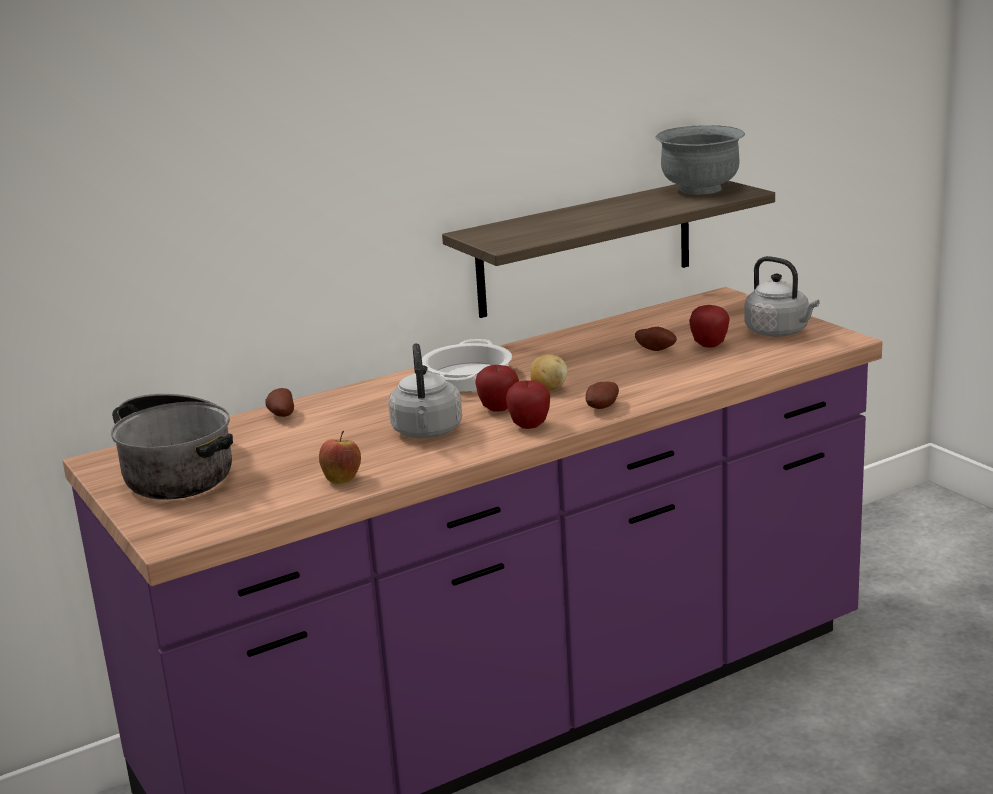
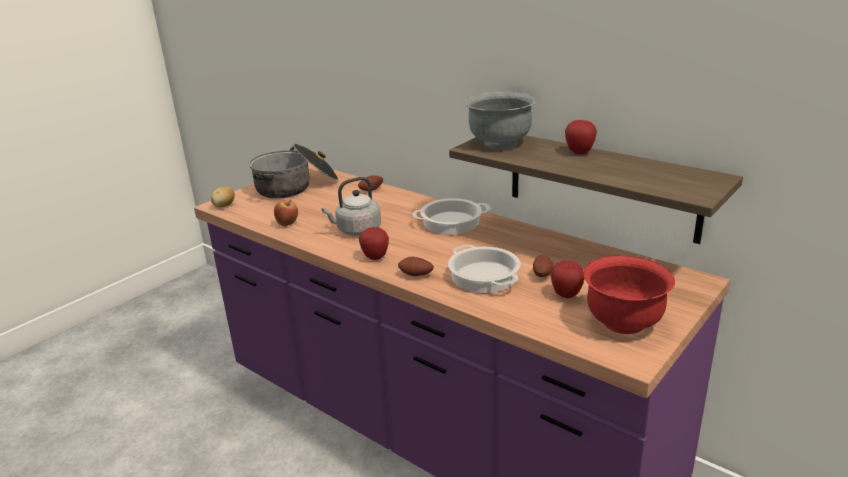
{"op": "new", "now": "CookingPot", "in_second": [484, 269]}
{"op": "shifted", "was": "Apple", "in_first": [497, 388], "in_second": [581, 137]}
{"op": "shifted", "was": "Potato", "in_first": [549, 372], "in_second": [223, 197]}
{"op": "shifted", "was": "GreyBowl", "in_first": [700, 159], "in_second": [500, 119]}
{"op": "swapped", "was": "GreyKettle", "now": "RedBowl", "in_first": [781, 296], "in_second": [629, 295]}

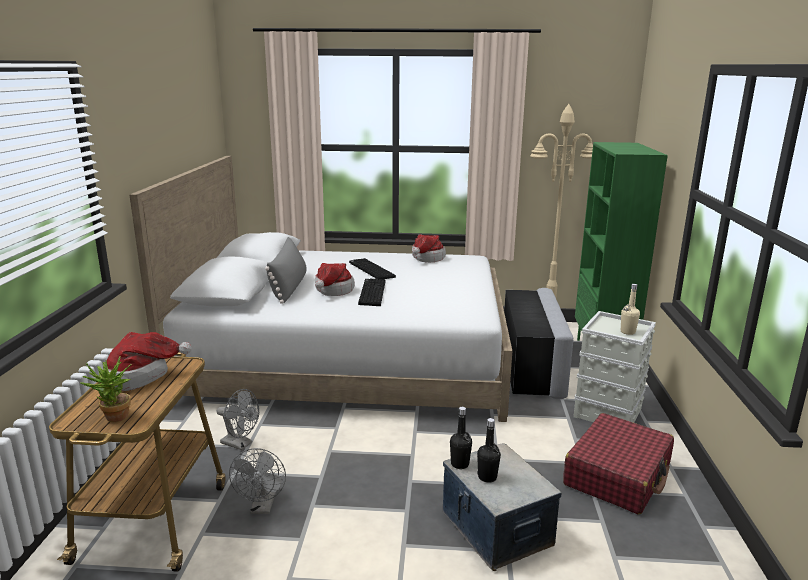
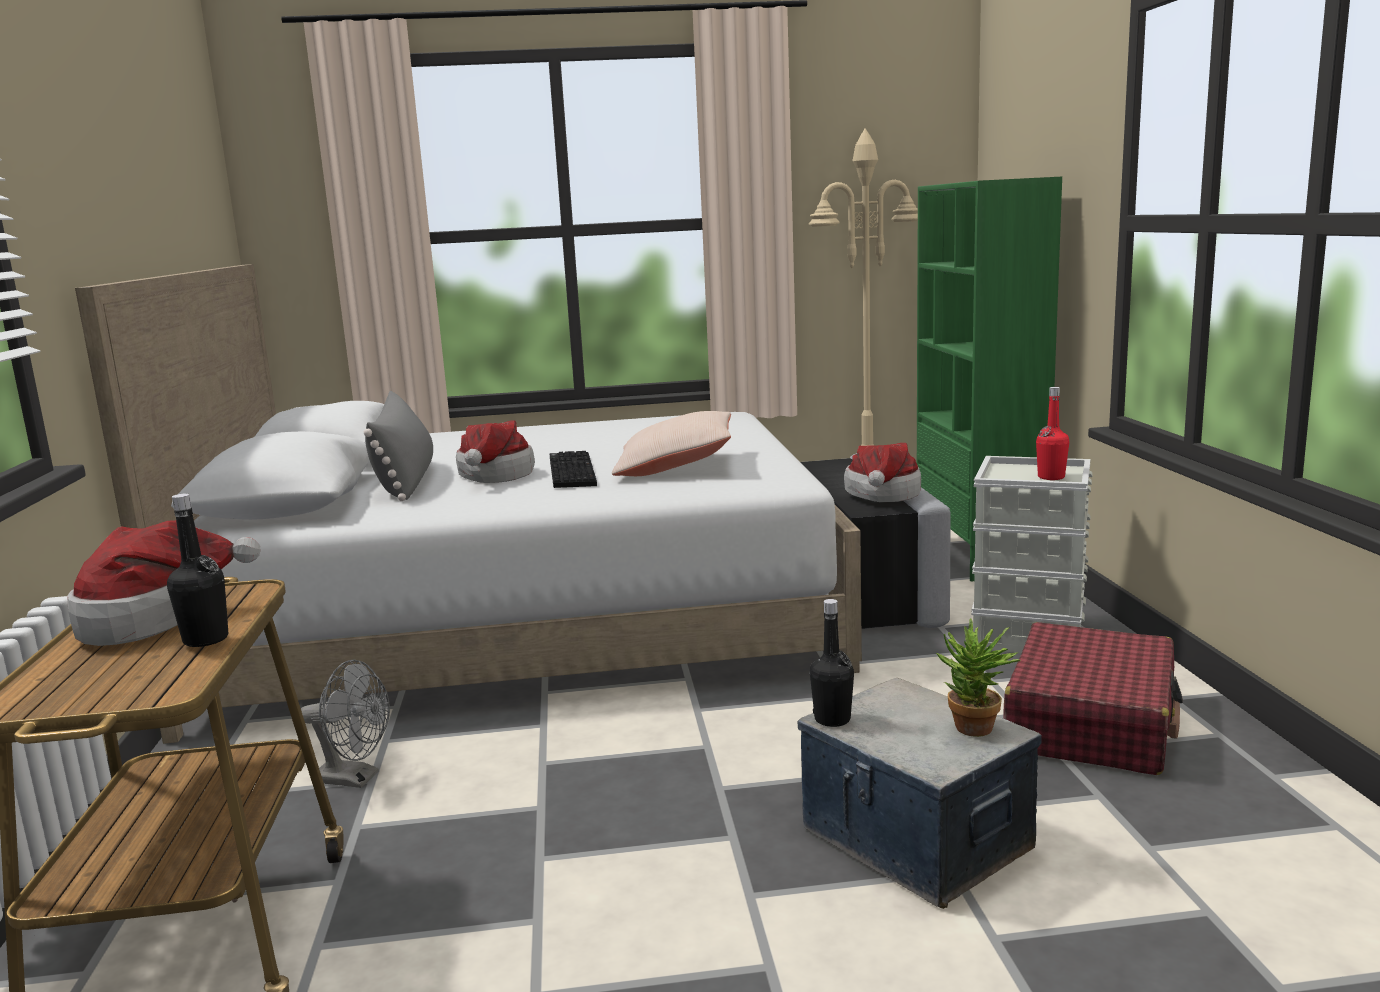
{"op": "gone", "was": "GreyFan", "in_first": [257, 481]}
{"op": "gone", "was": "Keyboard", "in_first": [372, 268]}
{"op": "new", "now": "BeigePillow", "in_second": [671, 443]}
{"op": "shifted", "was": "PottedPlant", "in_first": [106, 389], "in_second": [978, 677]}
{"op": "shifted", "was": "Hat", "in_first": [429, 248], "in_second": [882, 472]}
{"op": "shifted", "was": "BlackBottle", "in_first": [489, 450], "in_second": [197, 570]}
{"op": "repainted", "was": "BeigeBottle", "now": "RedBottle", "in_first": [630, 309], "in_second": [1052, 433]}

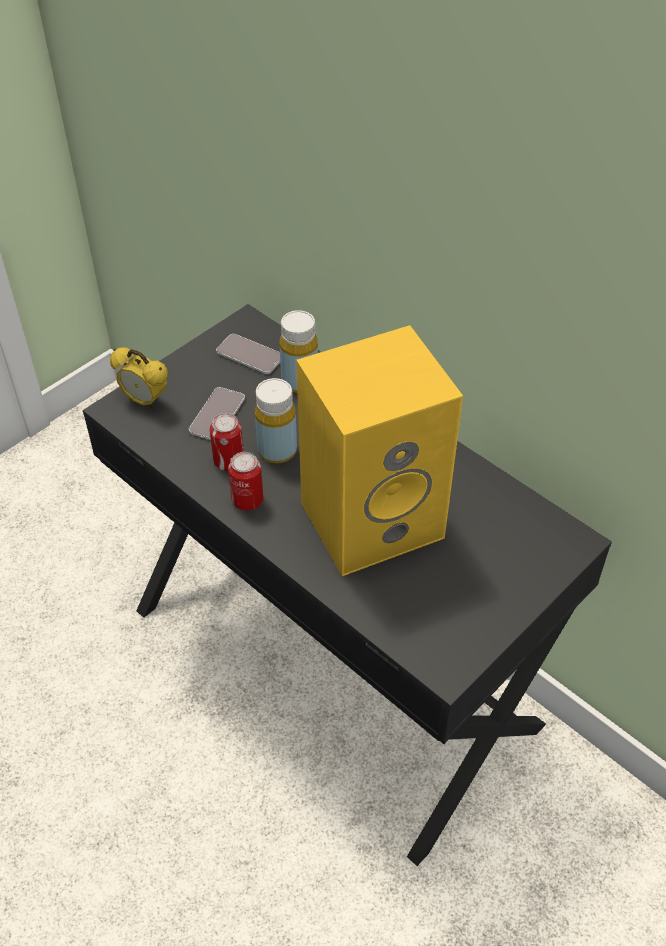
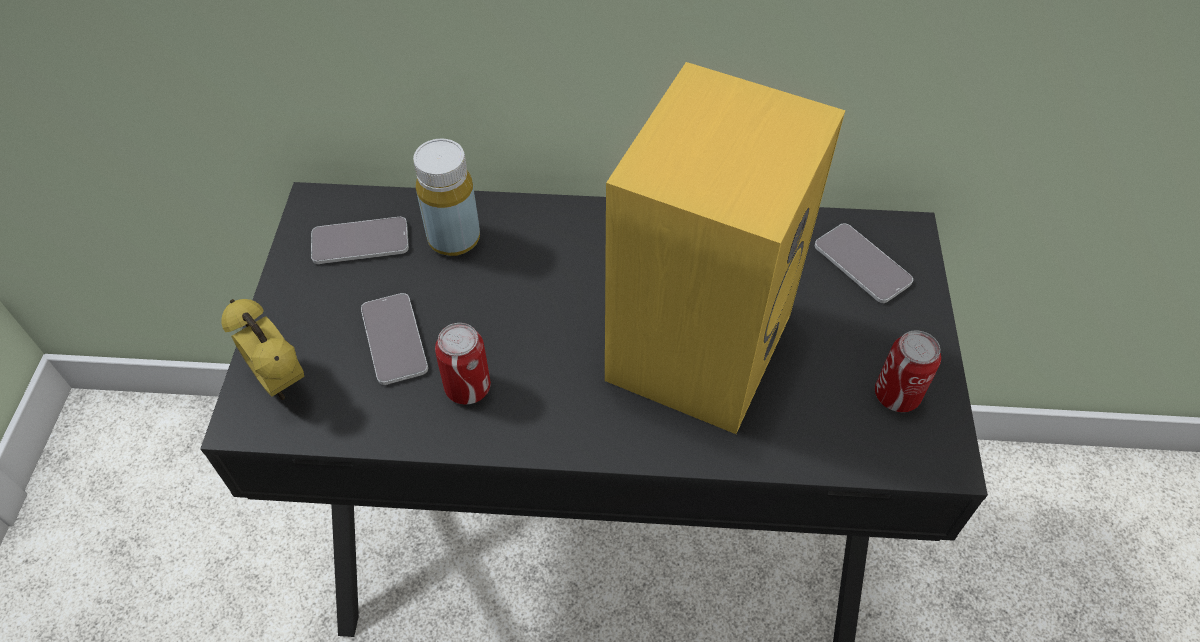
{"op": "gone", "was": "YellowBottle", "in_first": [276, 420]}
{"op": "new", "now": "Phone", "in_second": [864, 263]}
{"op": "shifted", "was": "Can", "in_first": [246, 481], "in_second": [908, 371]}
{"op": "rotated", "was": "AlarmClock", "in_first": [139, 378], "in_second": [262, 349], "clockwise": 60}

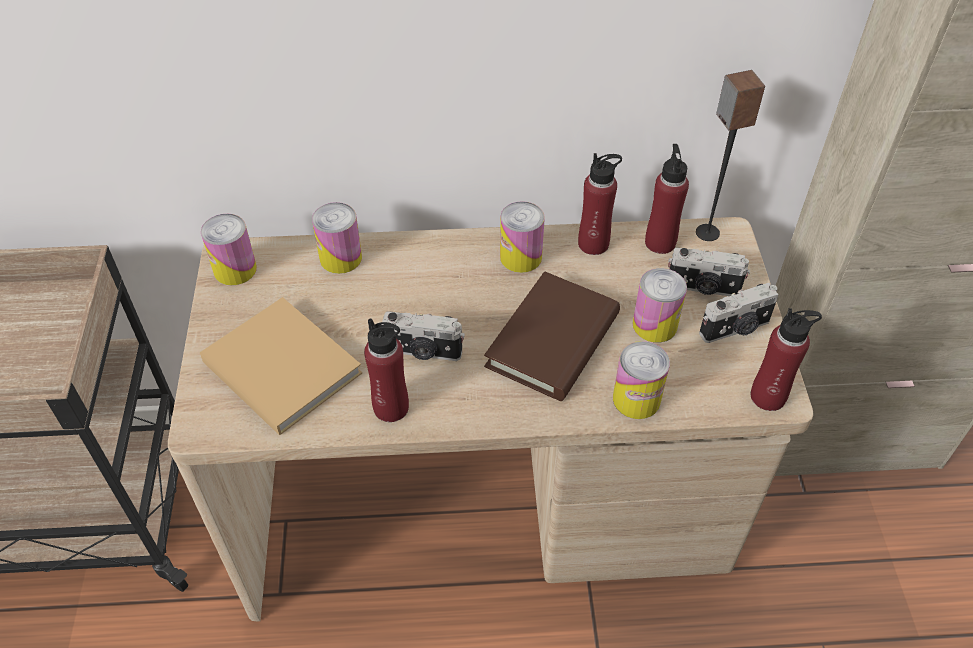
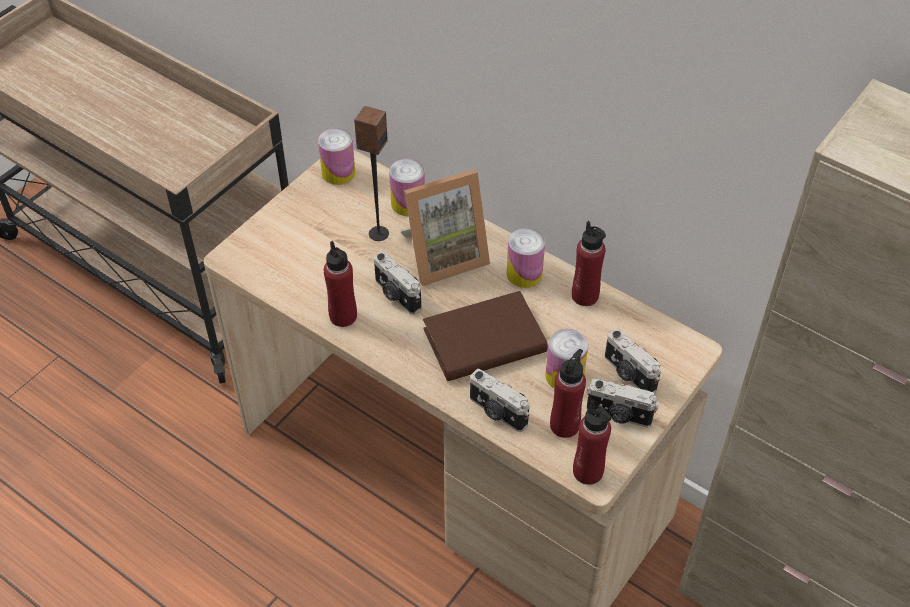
{"op": "gone", "was": "BeigeBook", "in_first": [281, 366]}
{"op": "new", "now": "PictureFrame", "in_second": [445, 227]}
{"op": "shifted", "was": "RedBottle", "in_first": [667, 199], "in_second": [568, 393]}
{"op": "shifted", "was": "Speaker", "in_first": [730, 155], "in_second": [371, 173]}
{"op": "swapped", "was": "Can", "now": "PhotoCamera", "in_first": [641, 380], "in_second": [500, 400]}

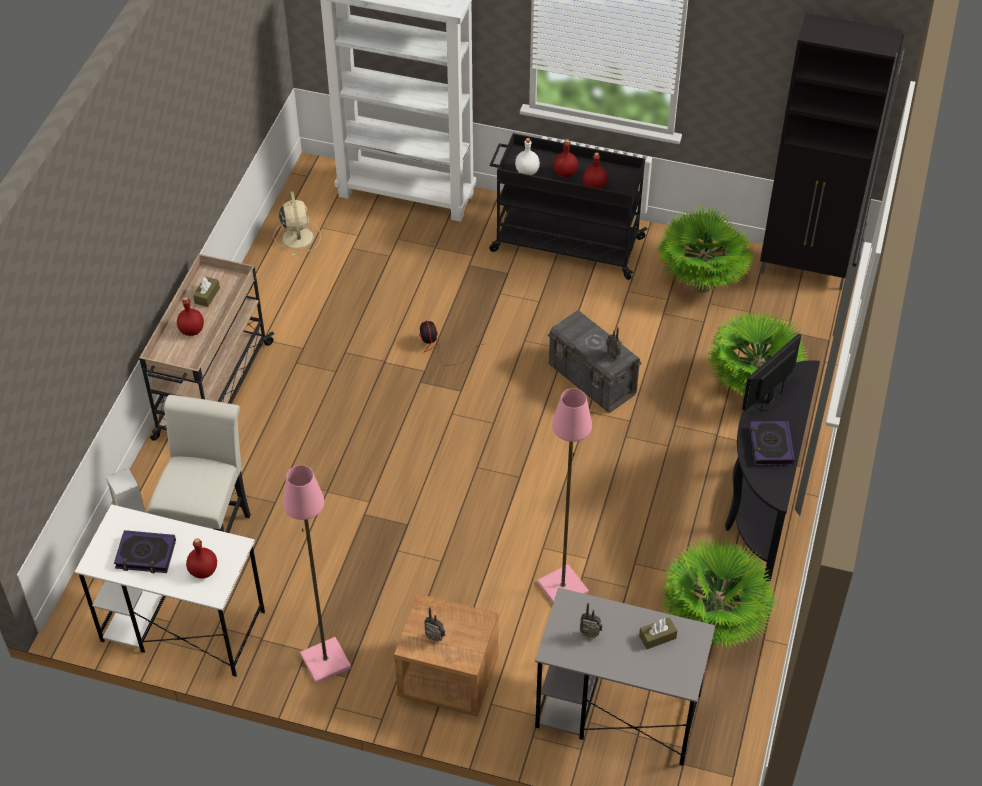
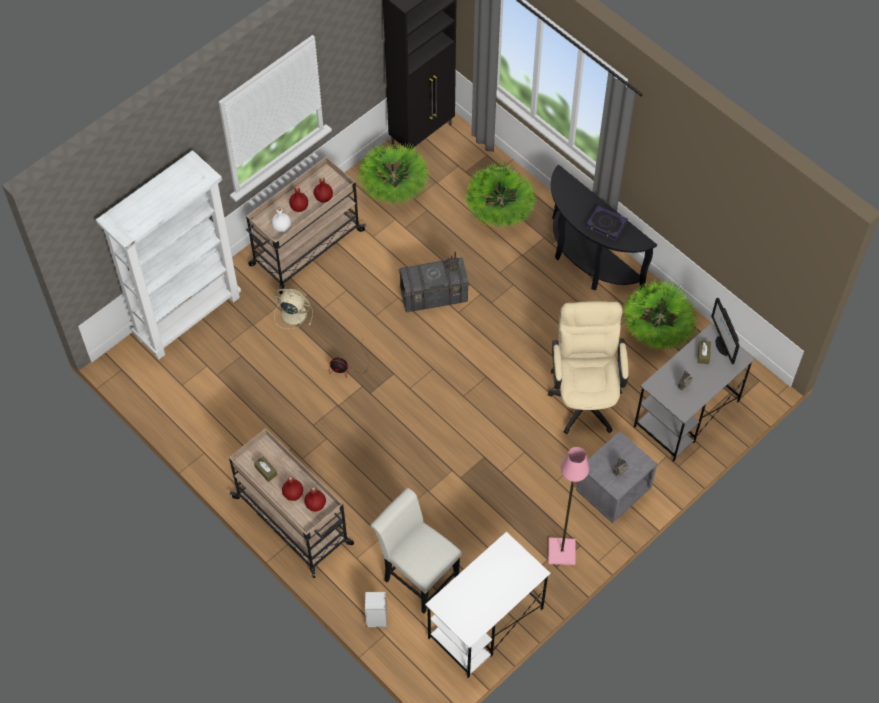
{"op": "gone", "was": "Book", "in_first": [145, 551]}
{"op": "shifted", "was": "RedBottle", "in_first": [201, 558], "in_second": [315, 499]}
{"op": "shifted", "was": "BeigeFan", "in_first": [297, 223], "in_second": [293, 309]}
{"op": "shifted", "was": "Monitor", "in_first": [771, 372], "in_second": [725, 331]}
{"op": "swapped", "was": "PinkFloorLamp", "now": "BeigeOfficeChair", "in_first": [564, 495], "in_second": [588, 367]}
{"op": "repainted", "was": "BrownNightstand", "now": "GreyNightstand", "in_first": [446, 655], "in_second": [616, 477]}
{"op": "repainted", "was": "BlackCart", "now": "BeigeCart", "in_first": [568, 206], "in_second": [306, 225]}

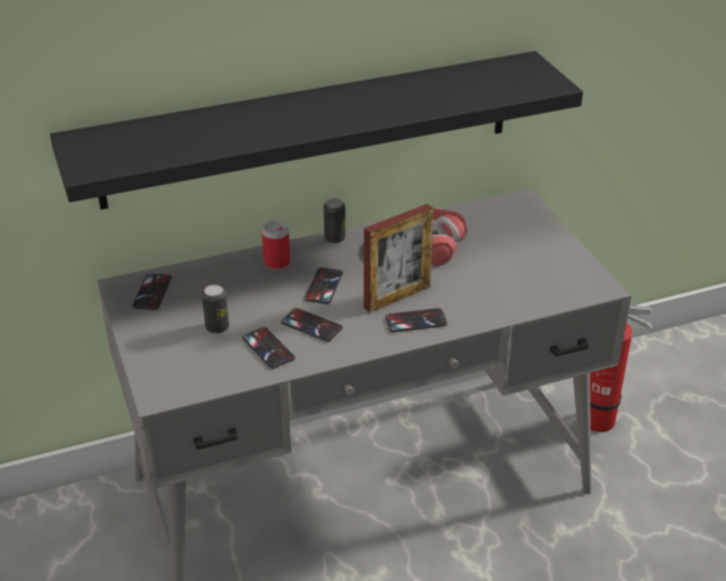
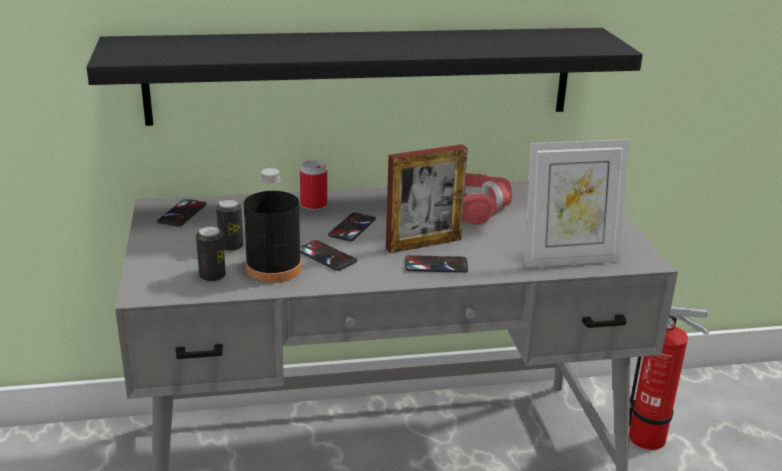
{"op": "new", "now": "PictureFrame", "in_second": [577, 203]}
{"op": "shifted", "was": "Can", "in_first": [334, 220], "in_second": [211, 254]}
{"op": "swapped", "was": "Phone", "now": "BlackBottle", "in_first": [268, 348], "in_second": [273, 225]}

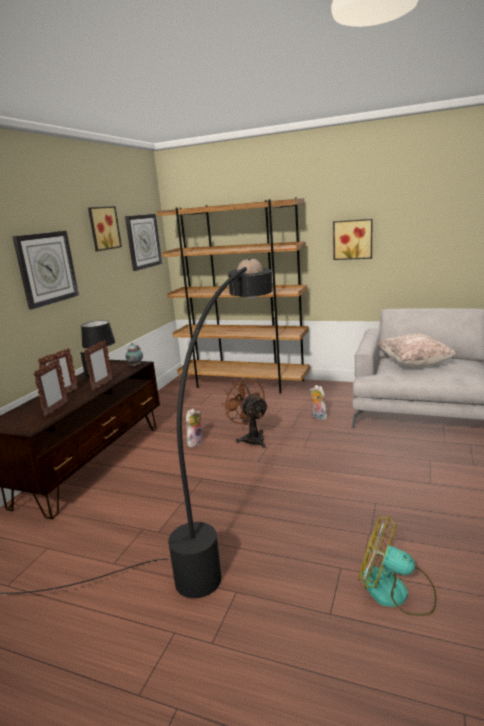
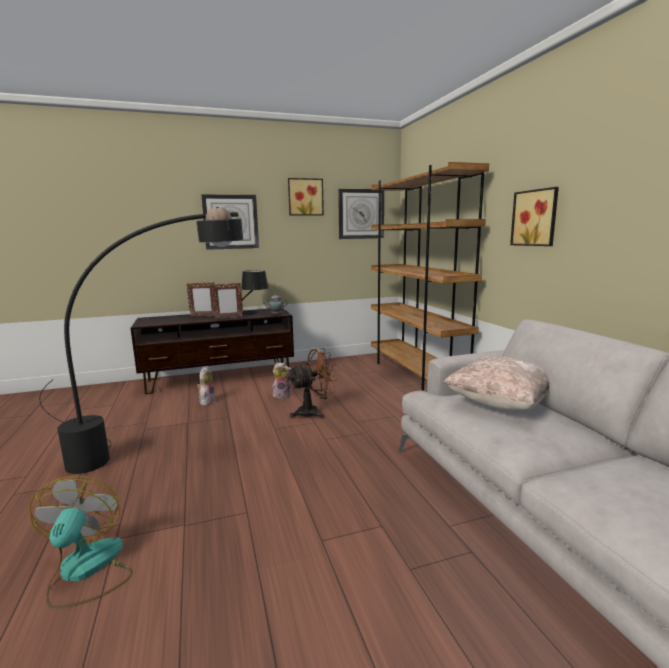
{"op": "gone", "was": "PictureFrame", "in_first": [50, 387]}
{"op": "shifted", "was": "PlushToy", "in_first": [318, 402], "in_second": [206, 386]}
{"op": "rotated", "was": "BrownFan", "in_first": [244, 412], "in_second": [313, 383], "clockwise": 45}

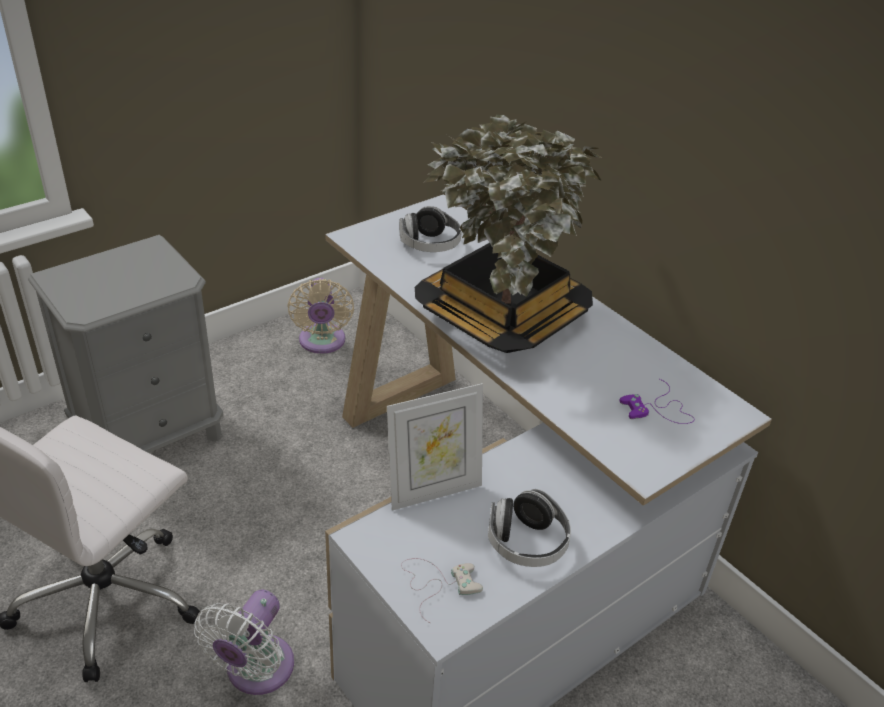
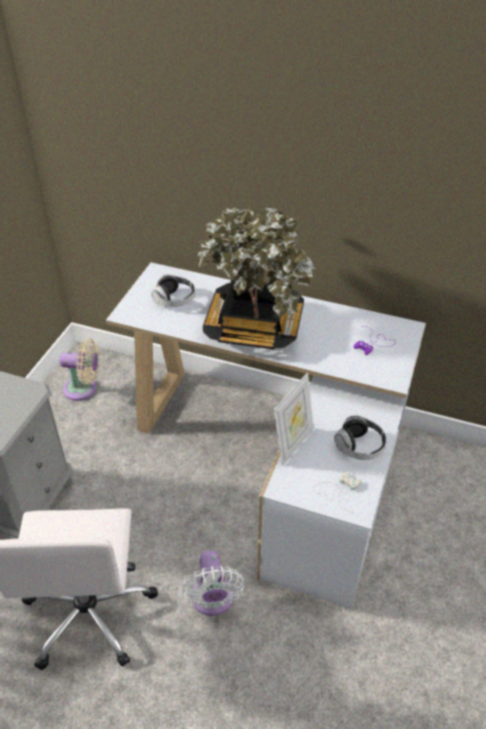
{"op": "rotated", "was": "BeigeFan", "in_first": [320, 316], "in_second": [79, 369], "clockwise": -45}

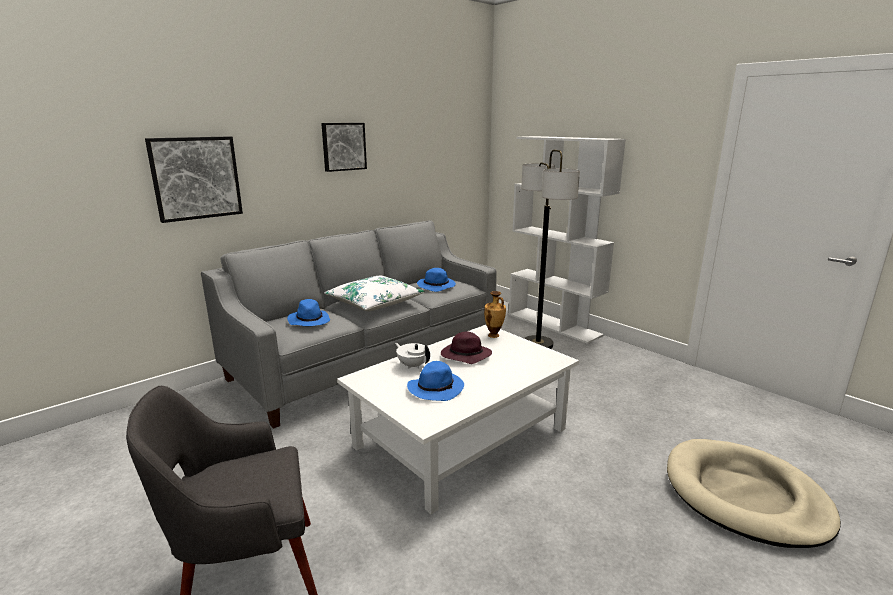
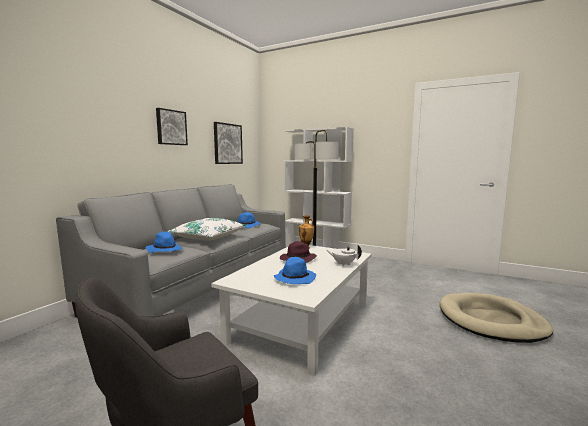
{"op": "shifted", "was": "Picture", "in_first": [194, 179], "in_second": [228, 143]}
{"op": "shifted", "was": "WhiteTeapot", "in_first": [412, 356], "in_second": [344, 255]}

